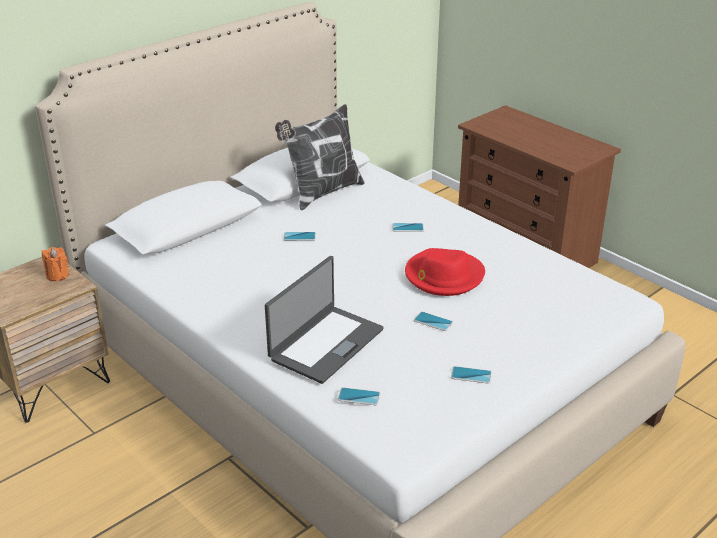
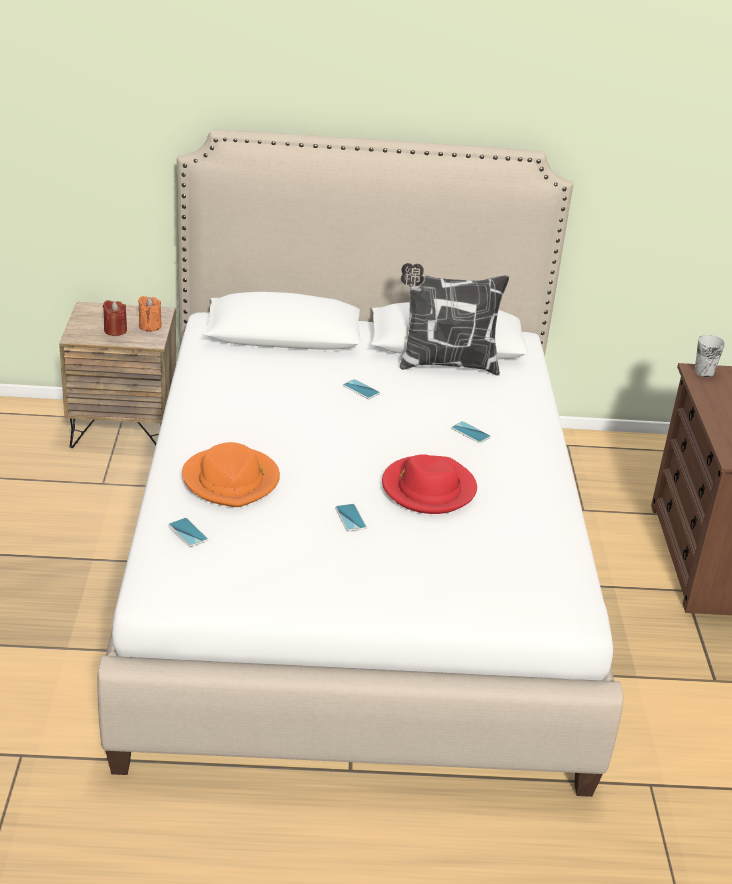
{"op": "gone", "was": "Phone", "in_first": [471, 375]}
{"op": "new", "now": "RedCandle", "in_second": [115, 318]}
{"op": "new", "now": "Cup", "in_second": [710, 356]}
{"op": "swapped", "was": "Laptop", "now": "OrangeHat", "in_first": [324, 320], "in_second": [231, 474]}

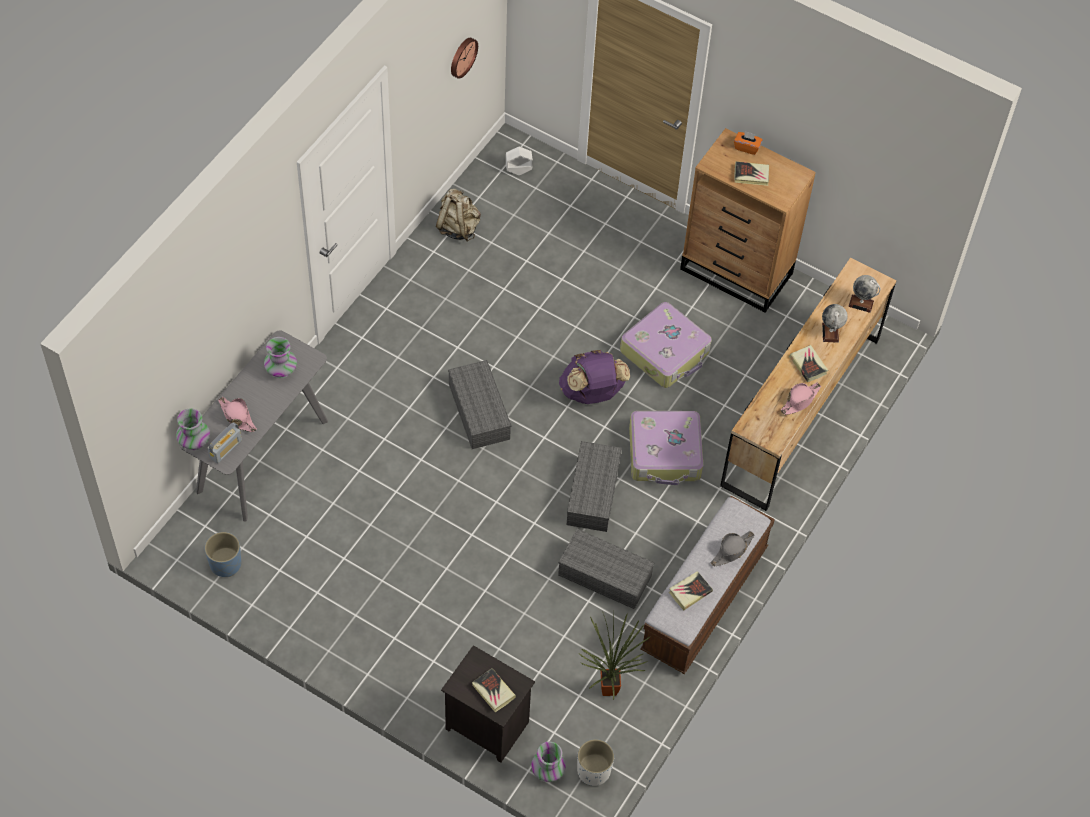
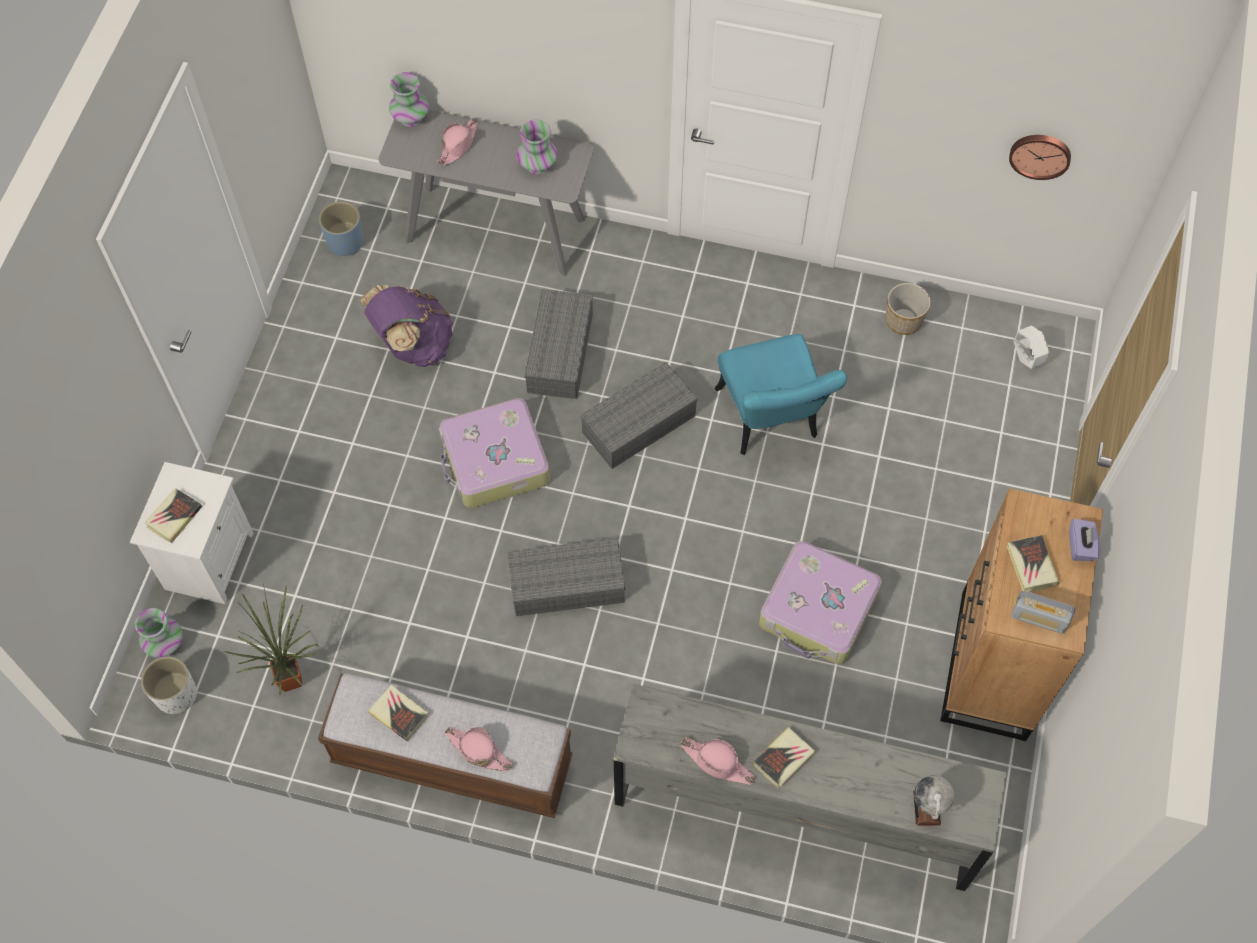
{"op": "gone", "was": "Globe", "in_first": [835, 323]}
{"op": "new", "now": "TurquoiseChair", "in_second": [781, 394]}
{"op": "shifted", "was": "Radio", "in_first": [225, 443], "in_second": [1043, 612]}
{"op": "shifted", "was": "GreyStorageBox", "in_first": [606, 569], "in_second": [559, 344]}
{"op": "shifted", "was": "PurpleBackpack", "in_first": [594, 377], "in_second": [406, 326]}
{"op": "shifted", "was": "Suitcase", "in_first": [666, 448], "in_second": [494, 453]}
{"op": "swapped", "was": "BeigeBackpack", "now": "Planter", "in_first": [458, 215], "in_second": [908, 309]}
{"op": "repainted", "was": "BlackNightstand", "now": "WhiteNightstand", "in_first": [488, 703], "in_second": [191, 533]}
{"op": "repainted", "was": "GreyHat", "now": "PinkHat", "in_first": [732, 549], "in_second": [478, 749]}
{"op": "repainted", "was": "BrownDresser", "now": "GreyDresser", "in_first": [808, 384], "in_second": [810, 787]}
{"op": "repainted", "was": "OrangeTissueBox", "now": "PurpleTissueBox", "in_first": [748, 143], "in_second": [1084, 540]}

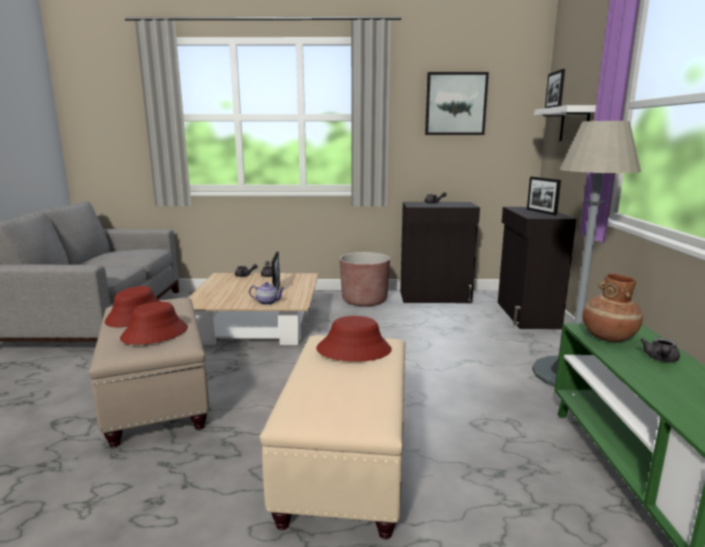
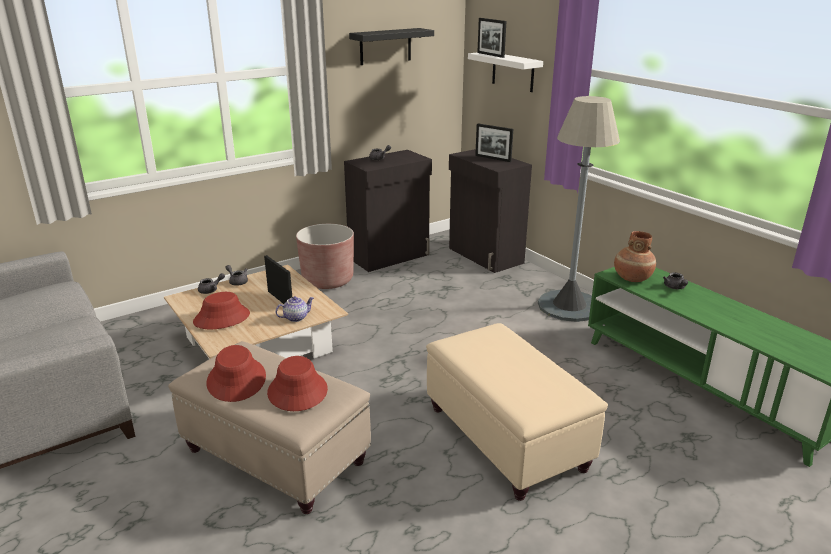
{"op": "shifted", "was": "RedHat", "in_first": [354, 339], "in_second": [221, 310]}
{"op": "swapped", "was": "Picture", "now": "BlackShelf", "in_first": [457, 103], "in_second": [391, 46]}

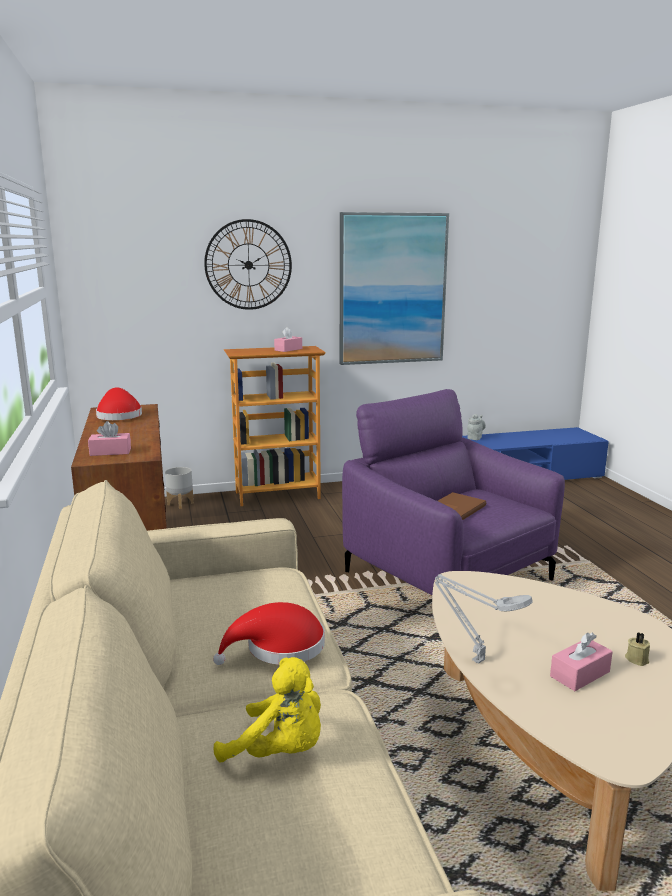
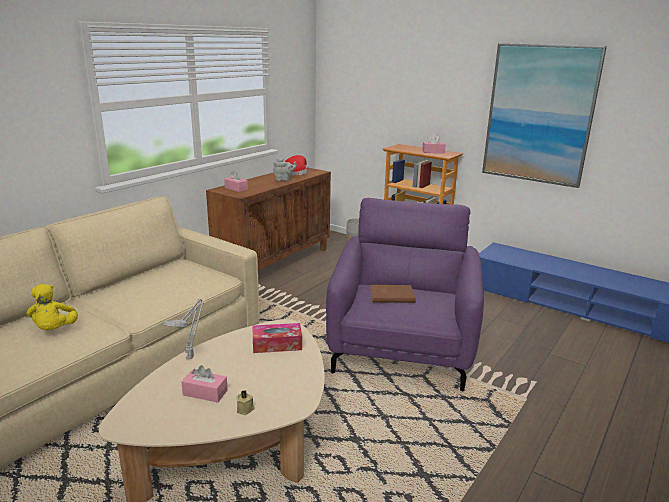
{"op": "gone", "was": "WallClock", "in_first": [248, 264]}
{"op": "gone", "was": "RedHat", "in_first": [269, 633]}
{"op": "new", "now": "TissueBox", "in_second": [277, 338]}
{"op": "shifted", "was": "GreyTeapot", "in_first": [476, 427], "in_second": [285, 169]}

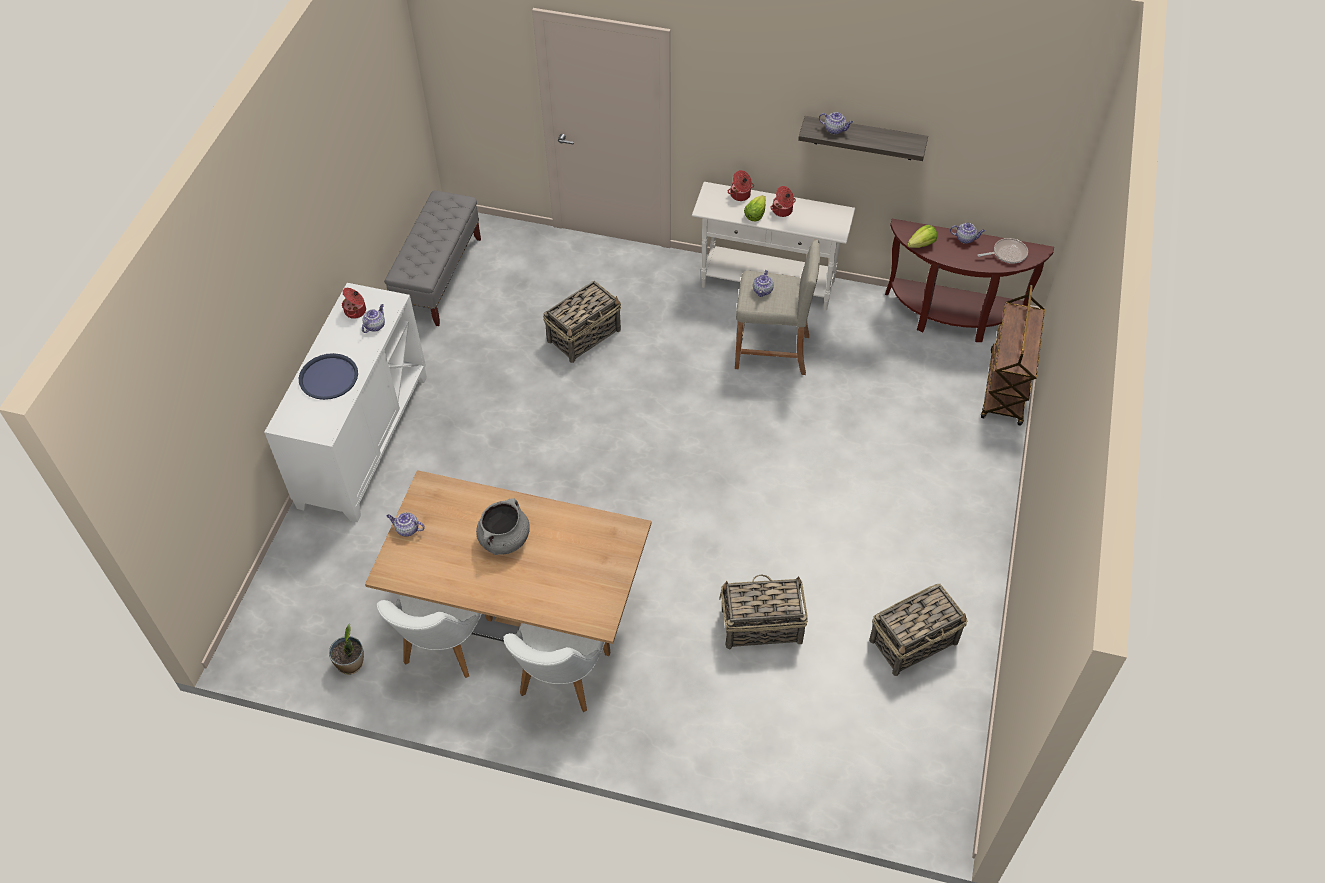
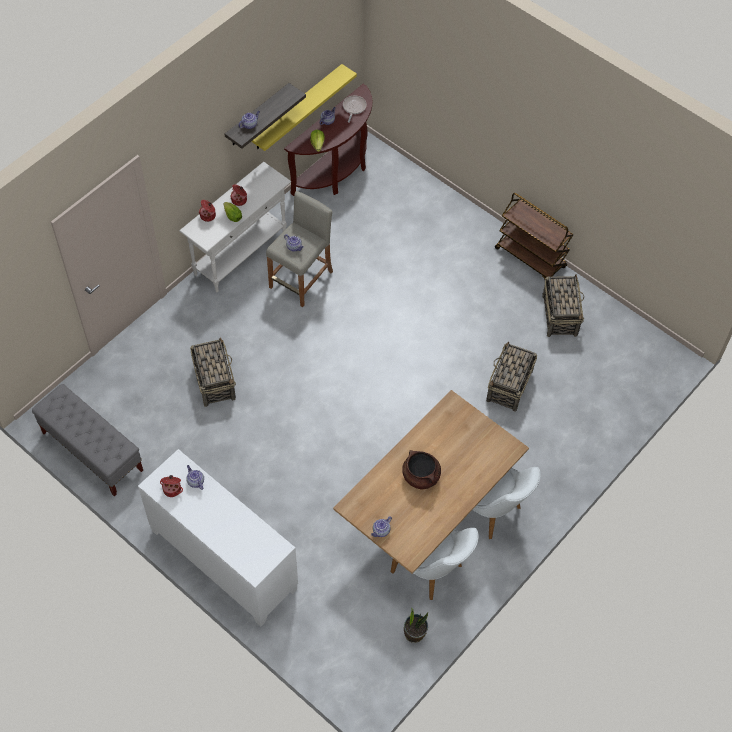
{"op": "gone", "was": "BlueTray", "in_first": [328, 376]}
{"op": "new", "now": "YellowShelf", "in_second": [304, 107]}
{"op": "shifted", "was": "BrownCart", "in_first": [1013, 355], "in_second": [534, 236]}
{"op": "repainted", "was": "GreyCookingPot", "now": "BrownCookingPot", "in_first": [503, 526], "in_second": [421, 469]}

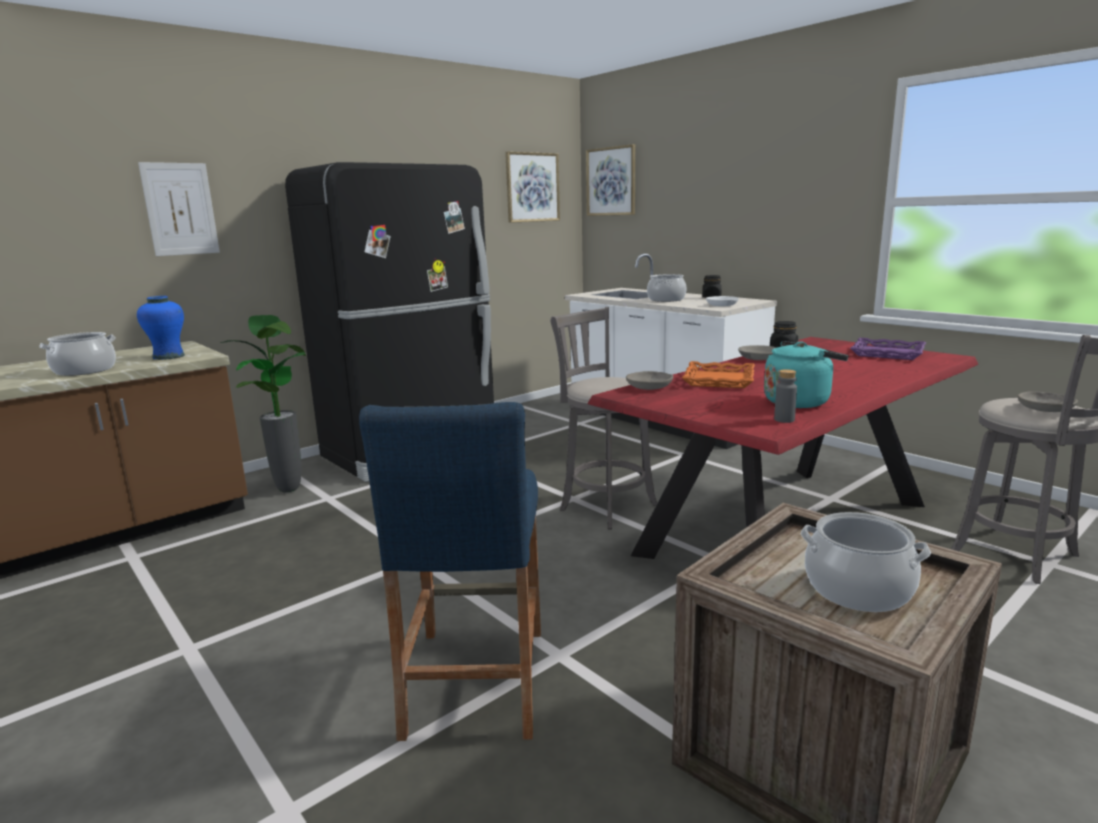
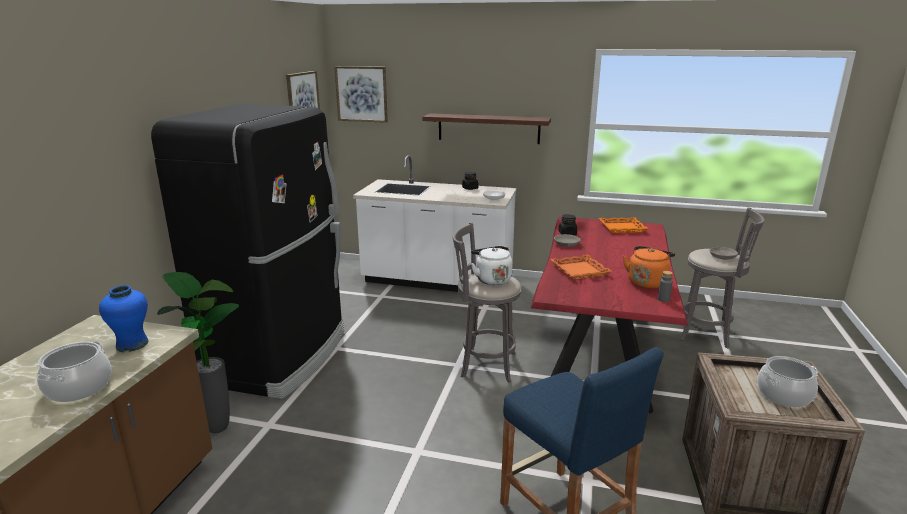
{"op": "gone", "was": "Picture", "in_first": [179, 209]}
{"op": "gone", "was": "GreyBowl", "in_first": [649, 380]}
{"op": "gone", "was": "CookingPot", "in_first": [667, 288]}
{"op": "new", "now": "Shelf", "in_second": [487, 128]}
{"op": "new", "now": "WhiteKettle", "in_second": [491, 265]}
{"op": "repainted", "was": "TurquoiseKettle", "now": "OrangeKettle", "in_first": [806, 374], "in_second": [649, 267]}
{"op": "repainted", "was": "PurpleTray", "now": "OrangeTray", "in_first": [888, 349], "in_second": [623, 225]}

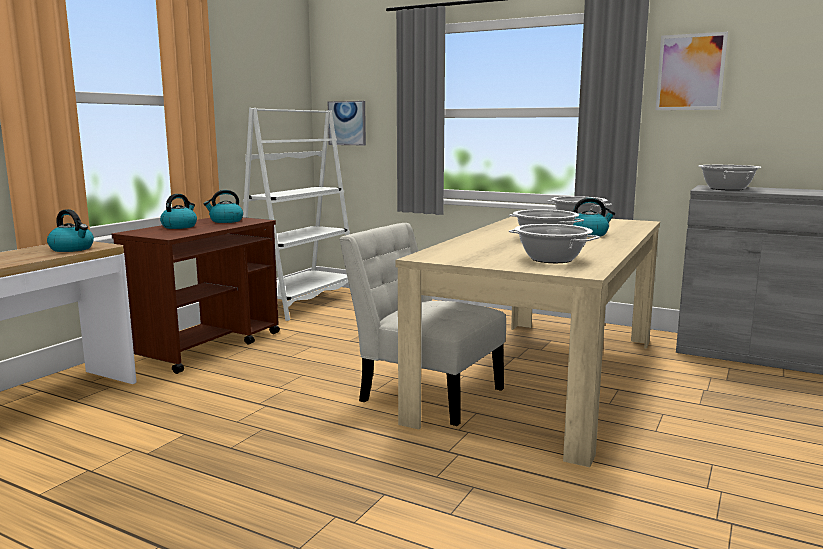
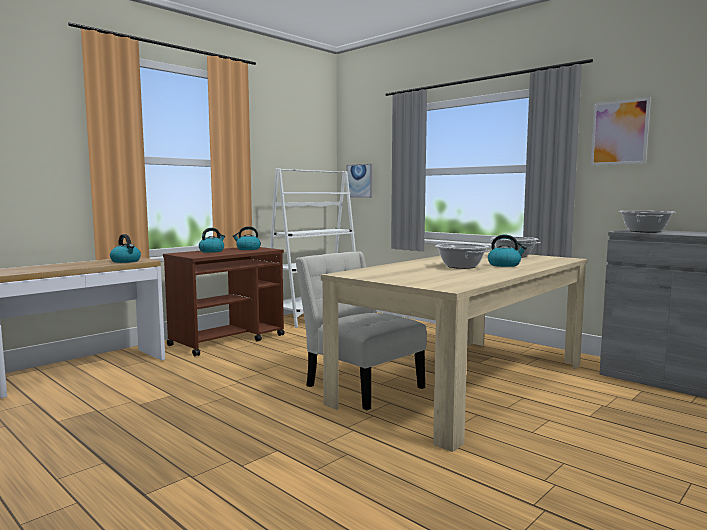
{"op": "gone", "was": "CookingPot", "in_first": [554, 243]}

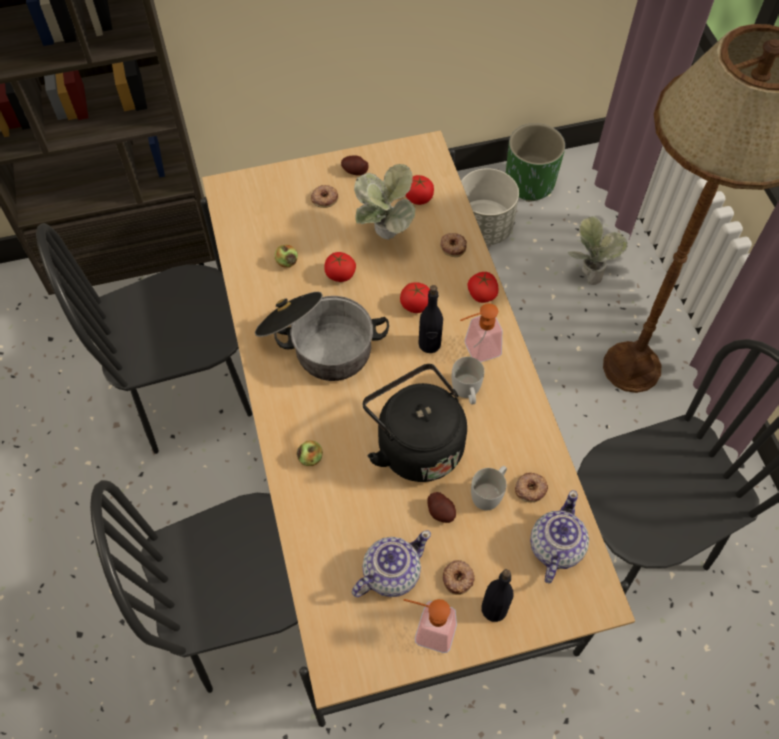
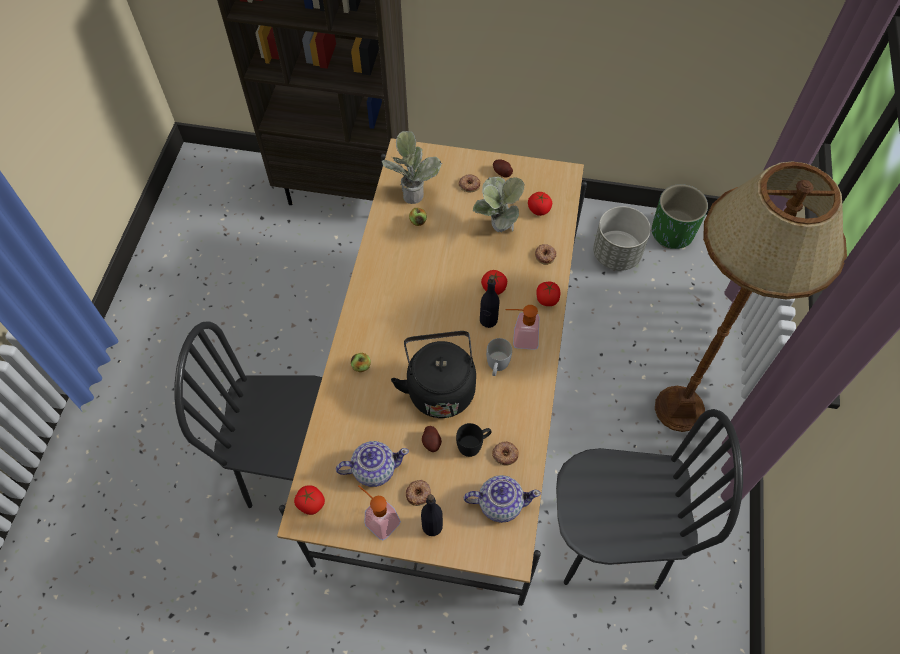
{"op": "gone", "was": "BlackChair", "in_first": [144, 338]}
{"op": "gone", "was": "CookingPot", "in_first": [322, 336]}
{"op": "shifted", "was": "Tomato", "in_first": [340, 267], "in_second": [309, 500]}
{"op": "shifted", "was": "PottedPlant", "in_first": [598, 250], "in_second": [412, 167]}
{"op": "repainted", "was": "WhiteMug", "now": "BlackMug", "in_first": [489, 488], "in_second": [474, 440]}
{"op": "rotated", "was": "Teapot", "in_first": [559, 536], "in_second": [502, 499], "clockwise": 45}

